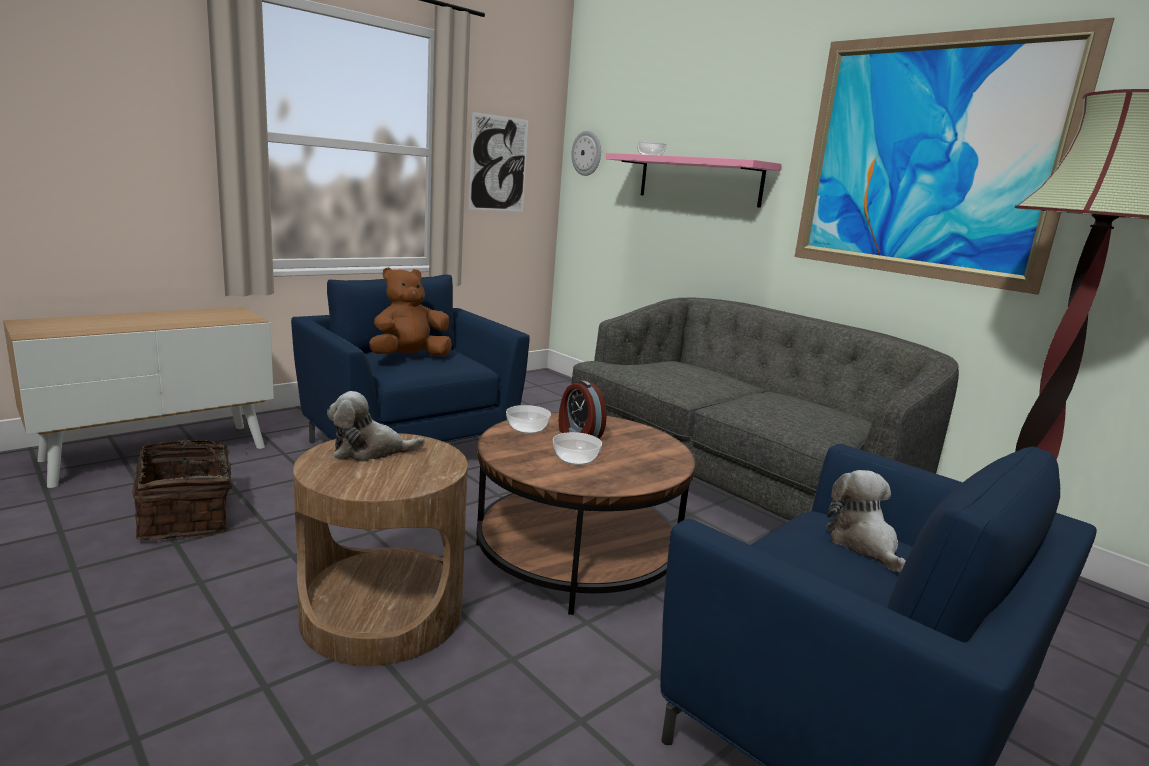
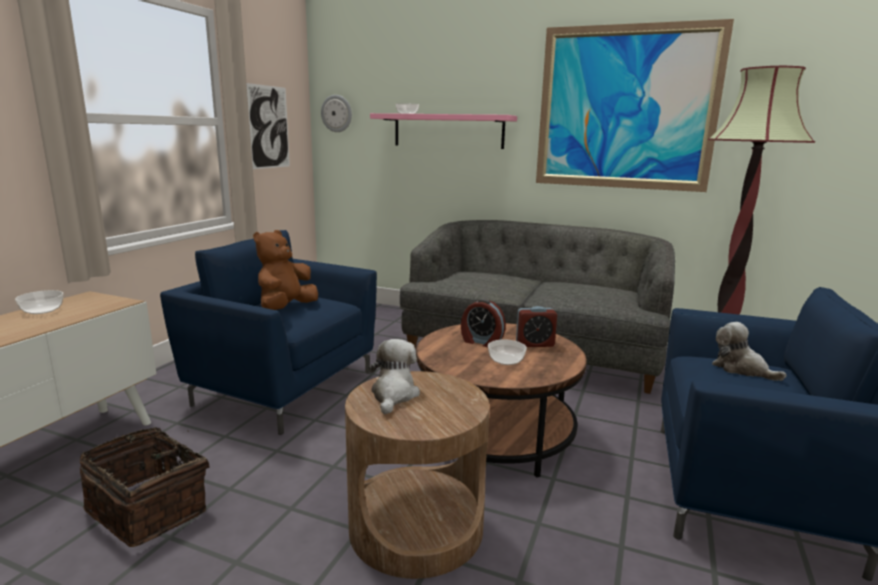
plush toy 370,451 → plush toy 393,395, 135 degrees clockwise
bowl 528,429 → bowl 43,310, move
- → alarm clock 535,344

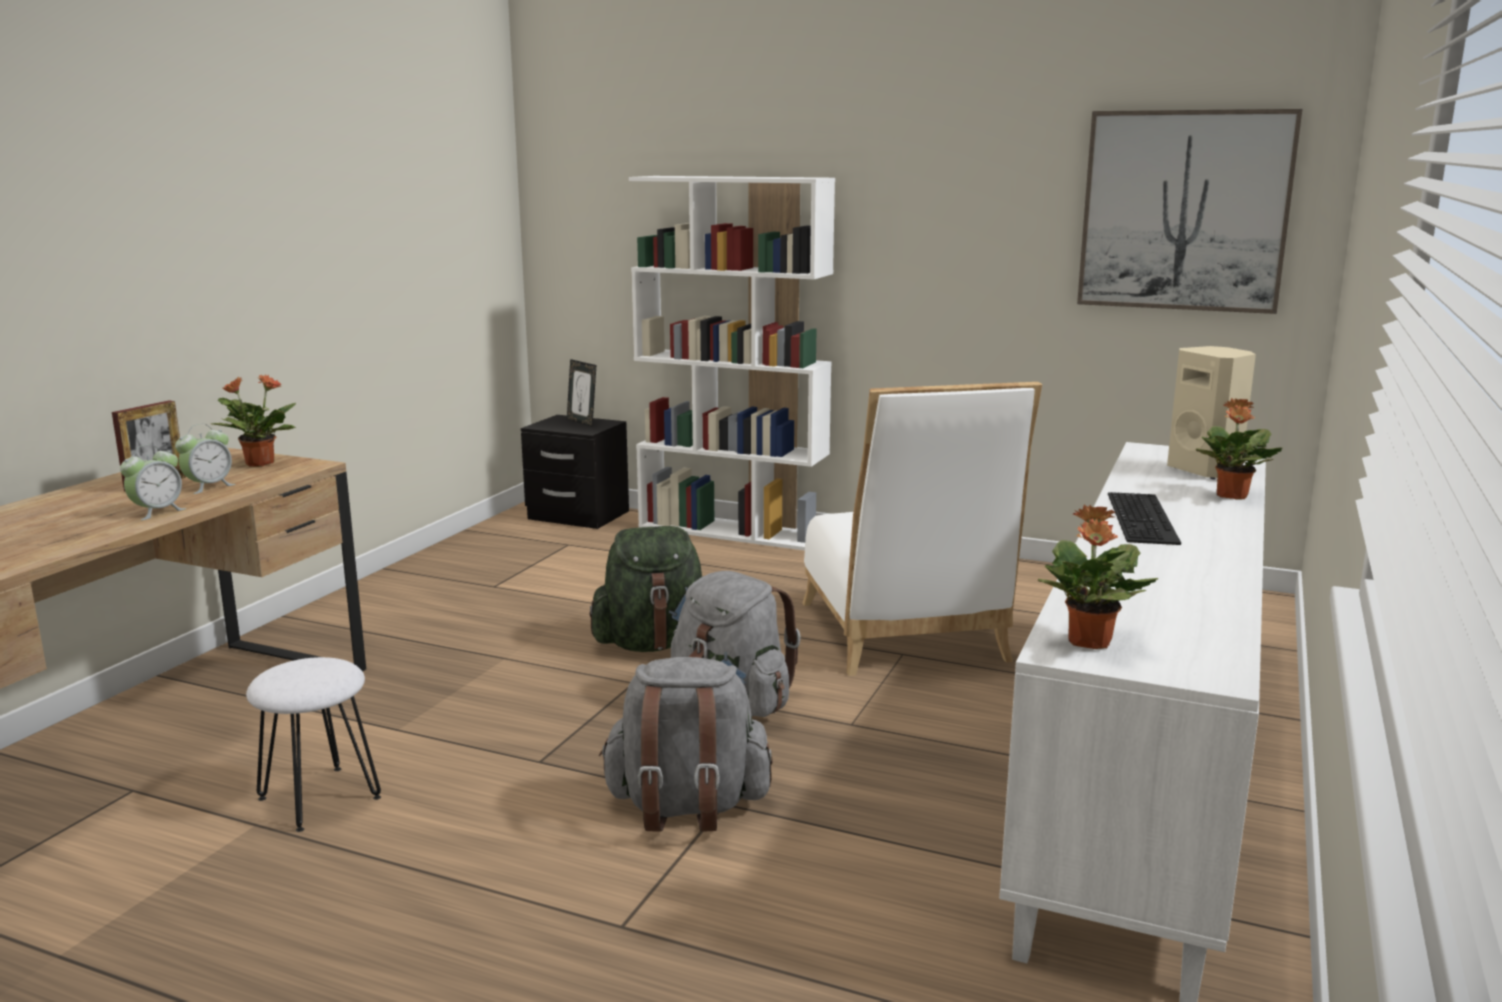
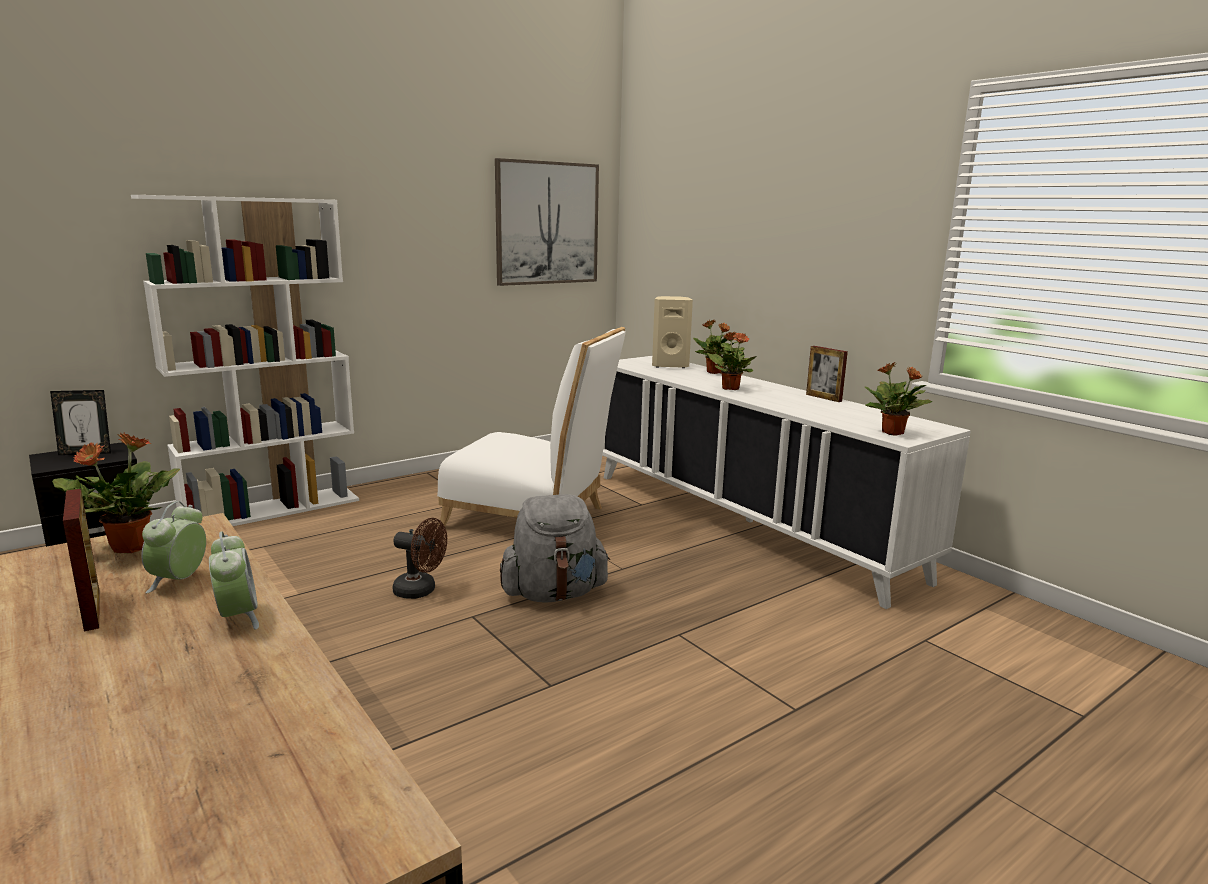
alarm clock 209,487 → alarm clock 179,581, 150 degrees counterclockwise
keyboard 1145,518 → potted plant 730,388
green backpack 655,644 → brown fan 421,591
white stool 320,798 → -
grey backpack 686,807 → -
- → picture frame 823,398

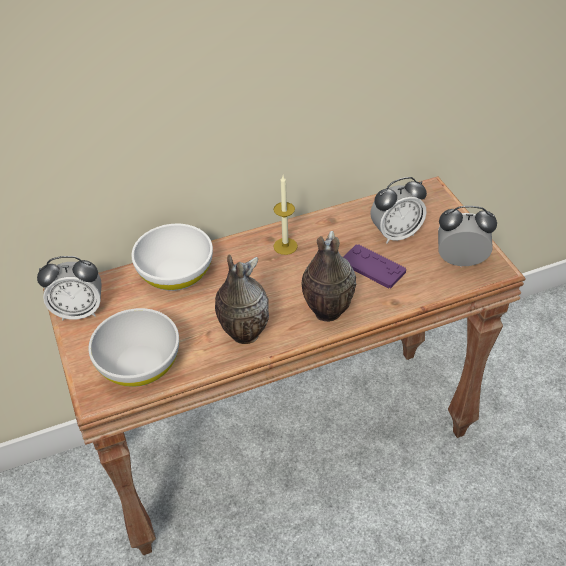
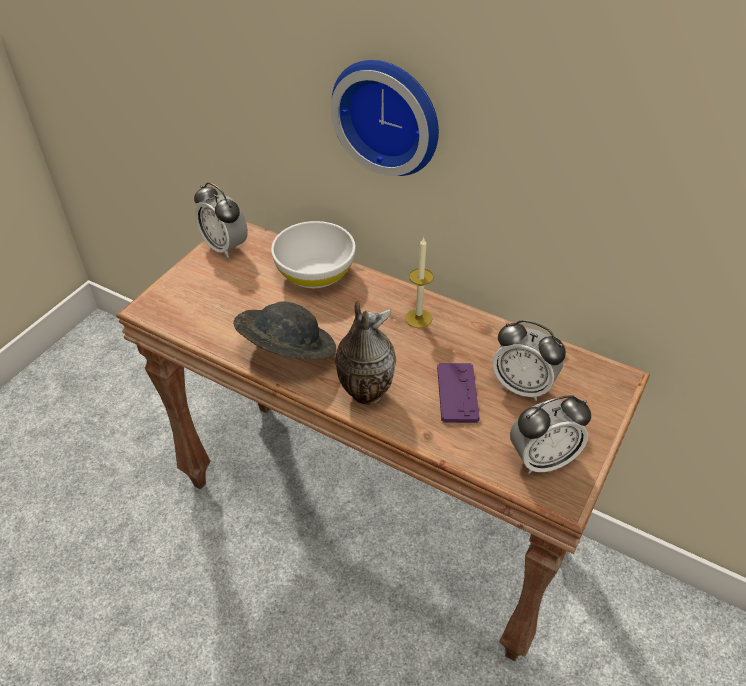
alarm clock 460,261 → alarm clock 542,459, 105 degrees clockwise
vase 242,334 → grey hat 286,351
white bowl 139,364 → -
- → wall clock 389,115

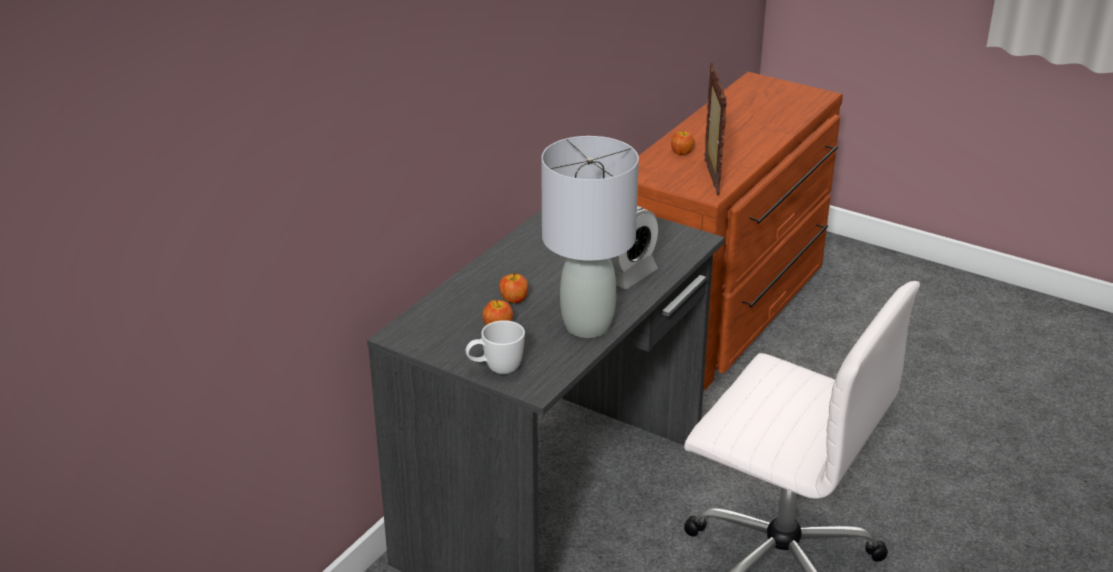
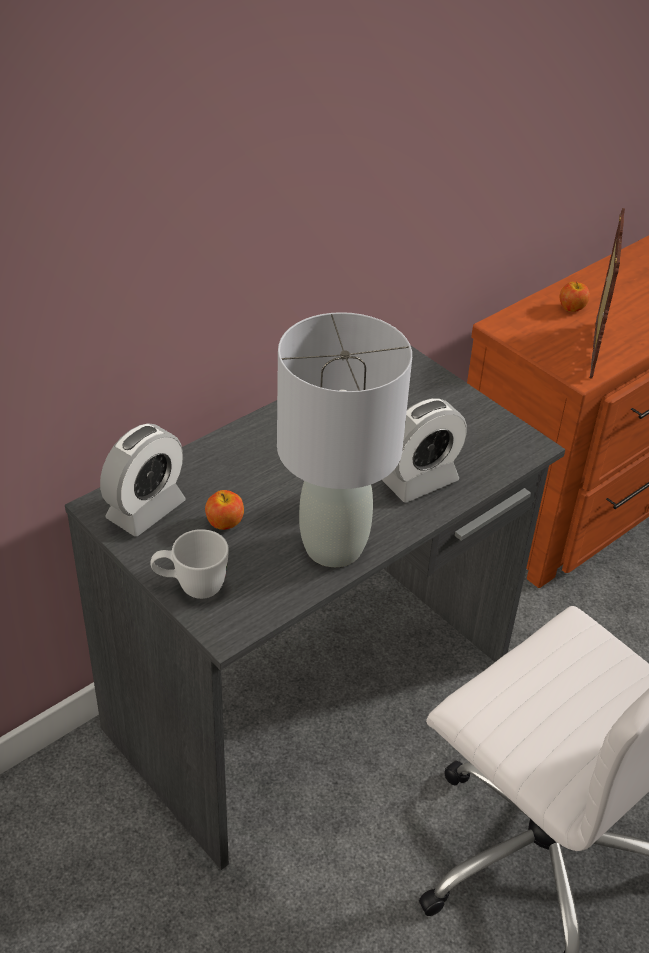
apple 514,299 → -
- → alarm clock 146,510

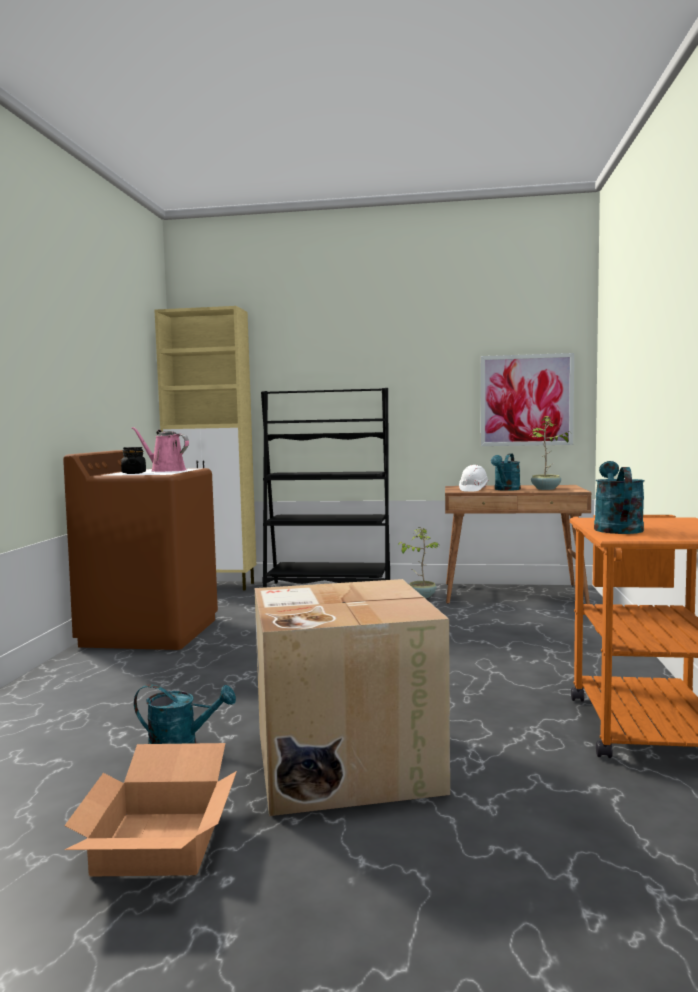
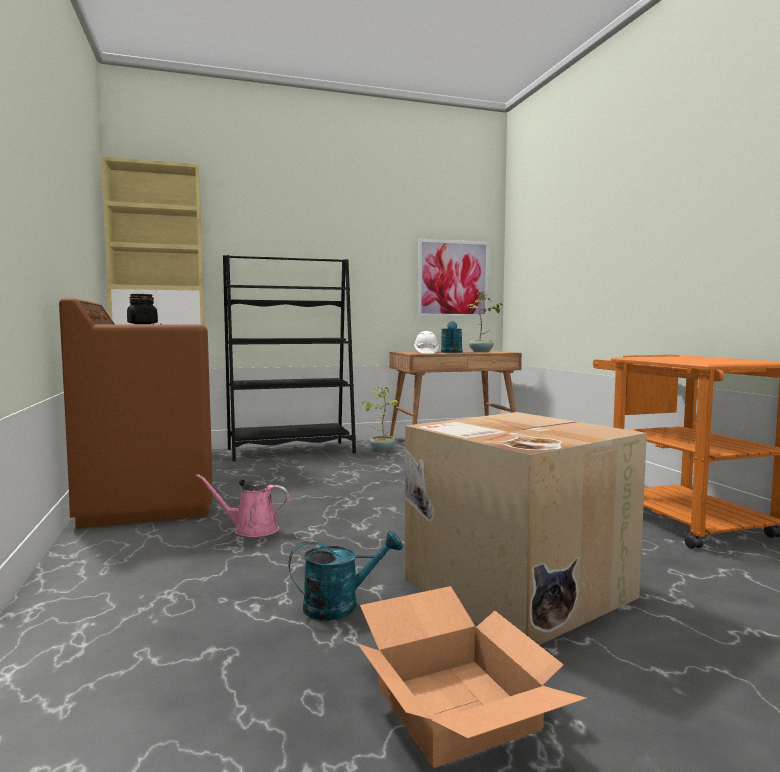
pink watering can 165,471 → pink watering can 251,530, move
turquoise watering can 616,528 → -

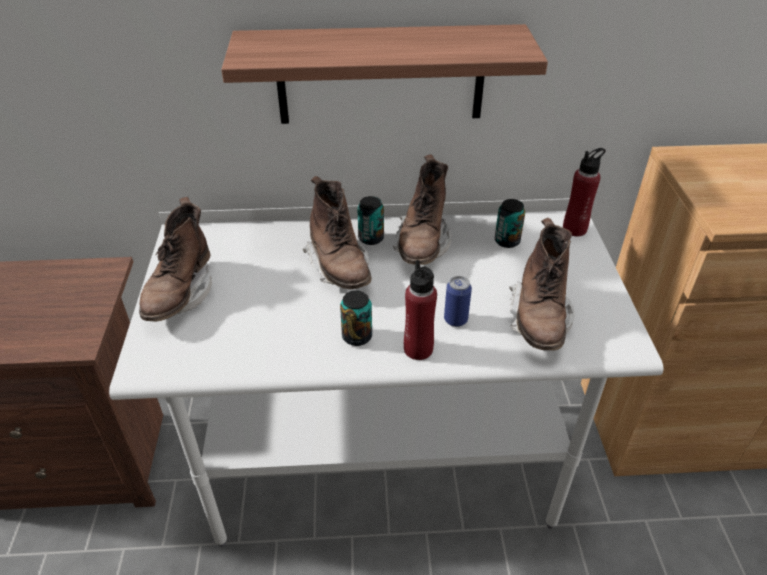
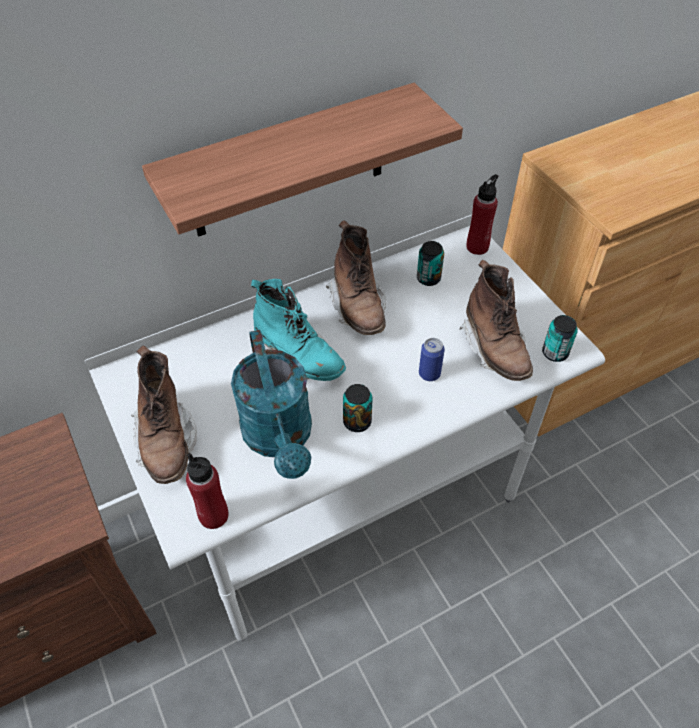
brown boot 339,267 → turquoise boot 298,357
can 371,238 → can 555,353, move
red bottle 418,349 → red bottle 214,515, move
- → turquoise watering can 280,438

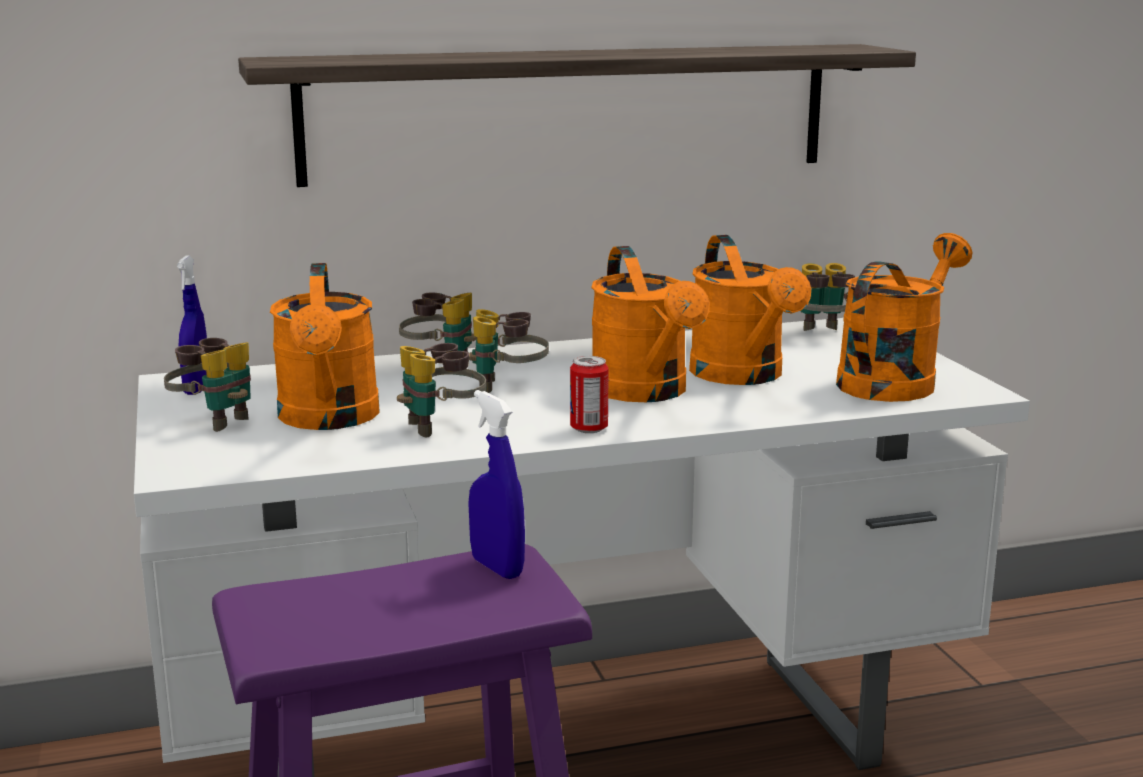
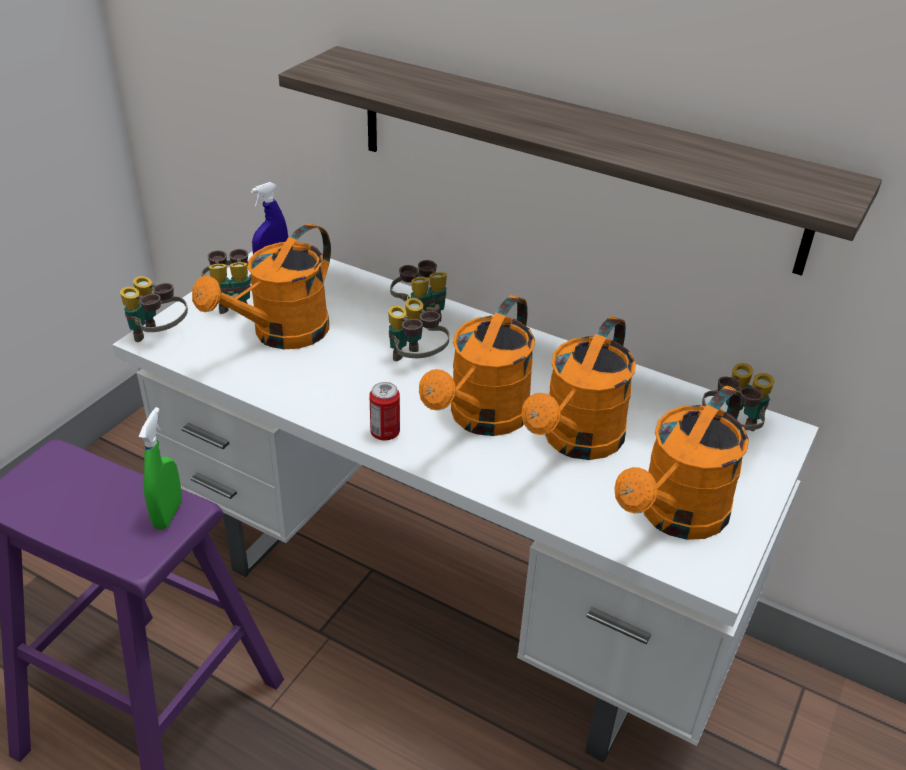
orange watering can 894,380 → orange watering can 675,517, 135 degrees clockwise
binoculars 441,427 → binoculars 158,337, move
blue spray bottle 497,568 → green spray bottle 168,514

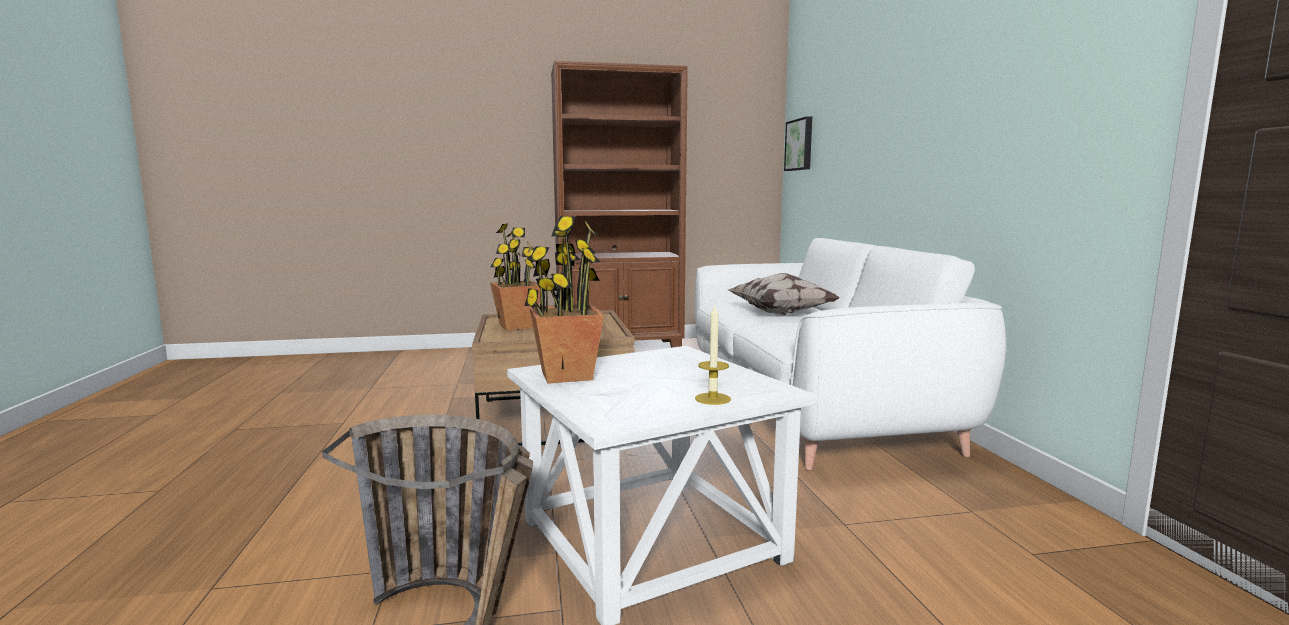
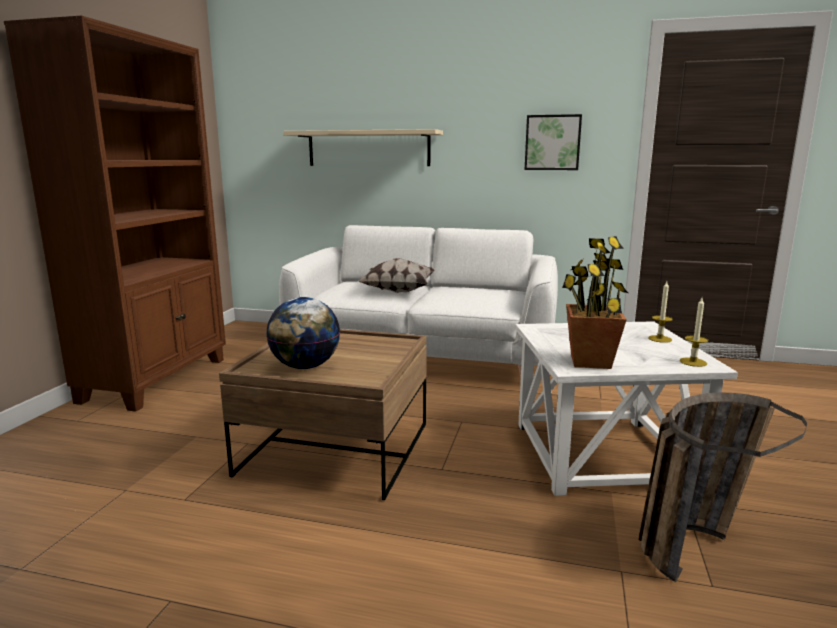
picture 800,145 → picture 552,142, move
potted plant 517,326 → globe 305,366
- → beige shelf 368,148
- → candle 693,362

